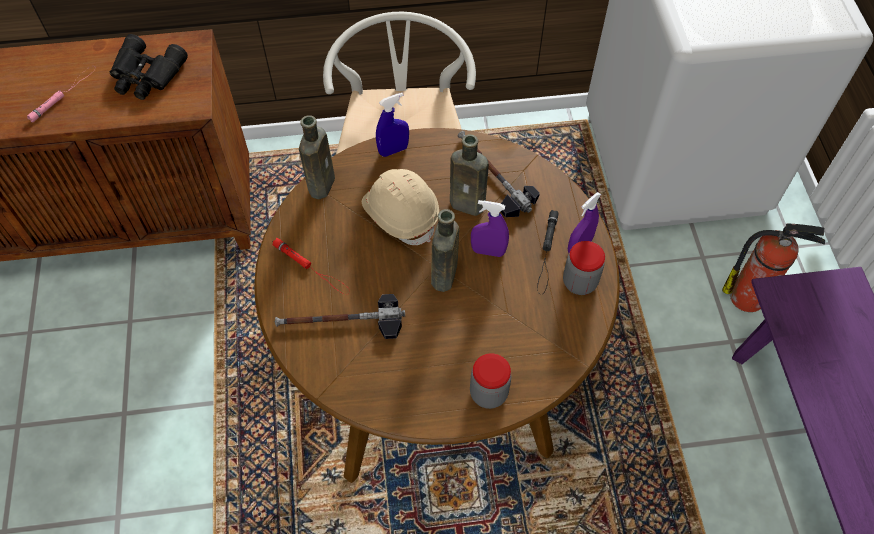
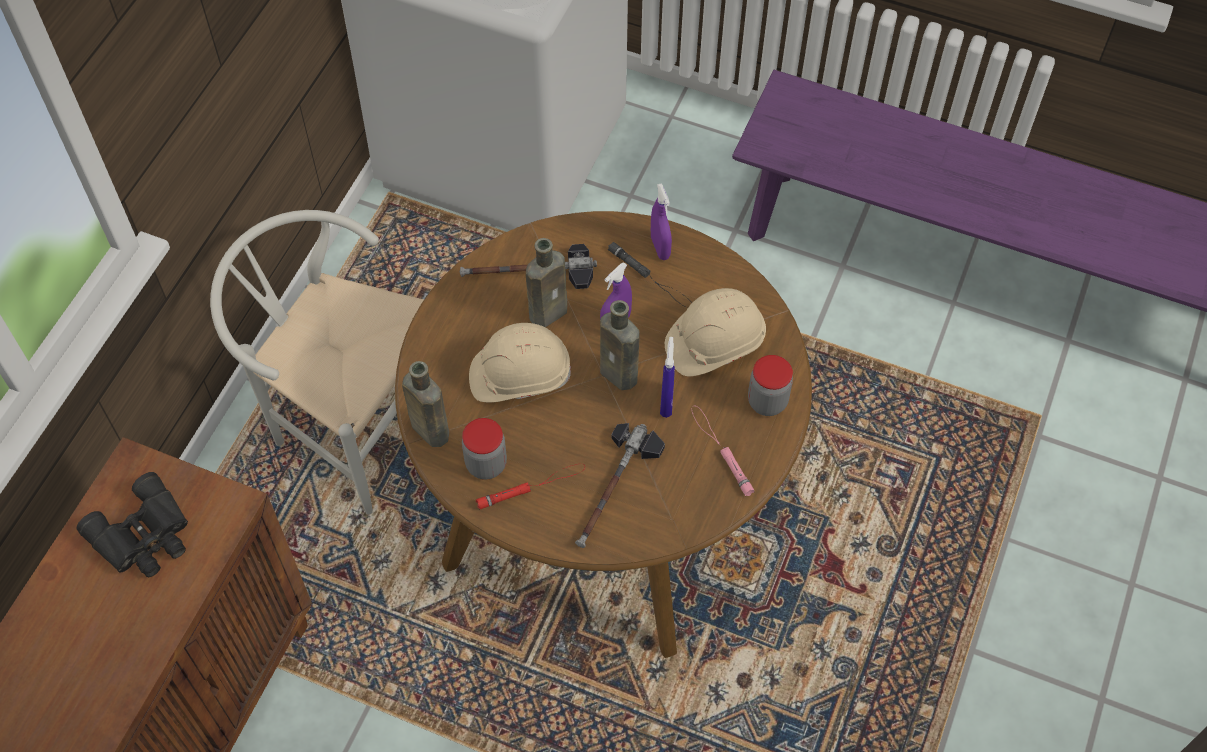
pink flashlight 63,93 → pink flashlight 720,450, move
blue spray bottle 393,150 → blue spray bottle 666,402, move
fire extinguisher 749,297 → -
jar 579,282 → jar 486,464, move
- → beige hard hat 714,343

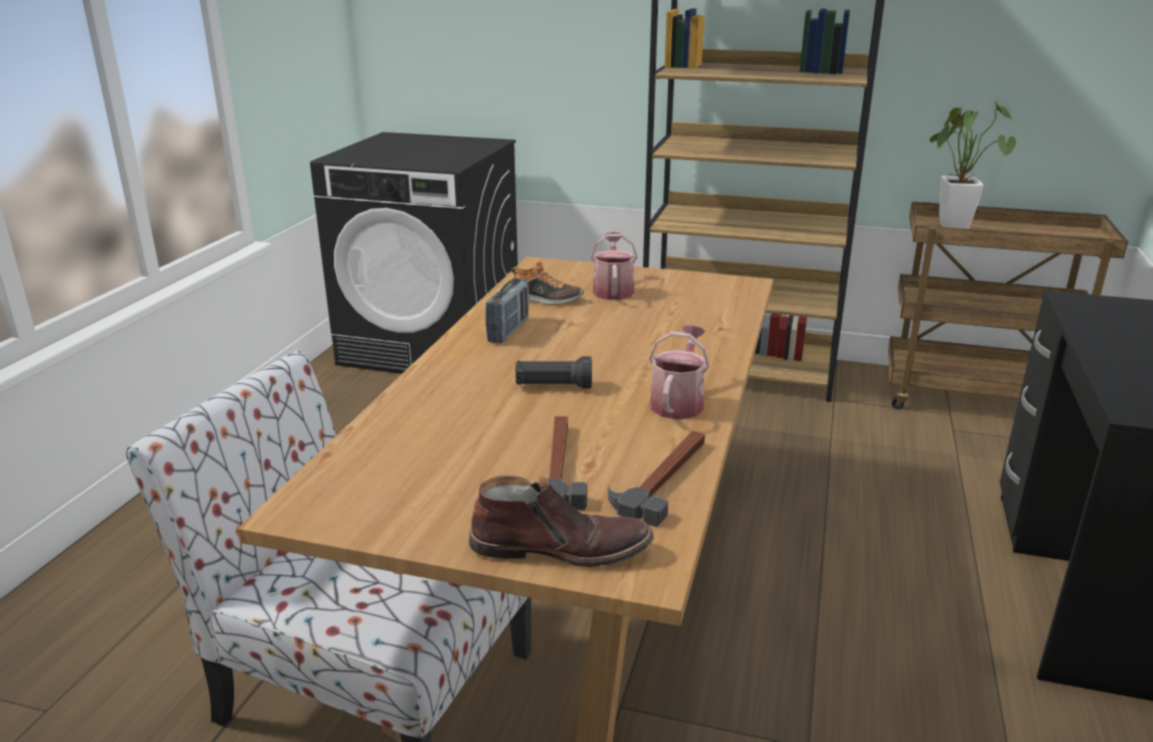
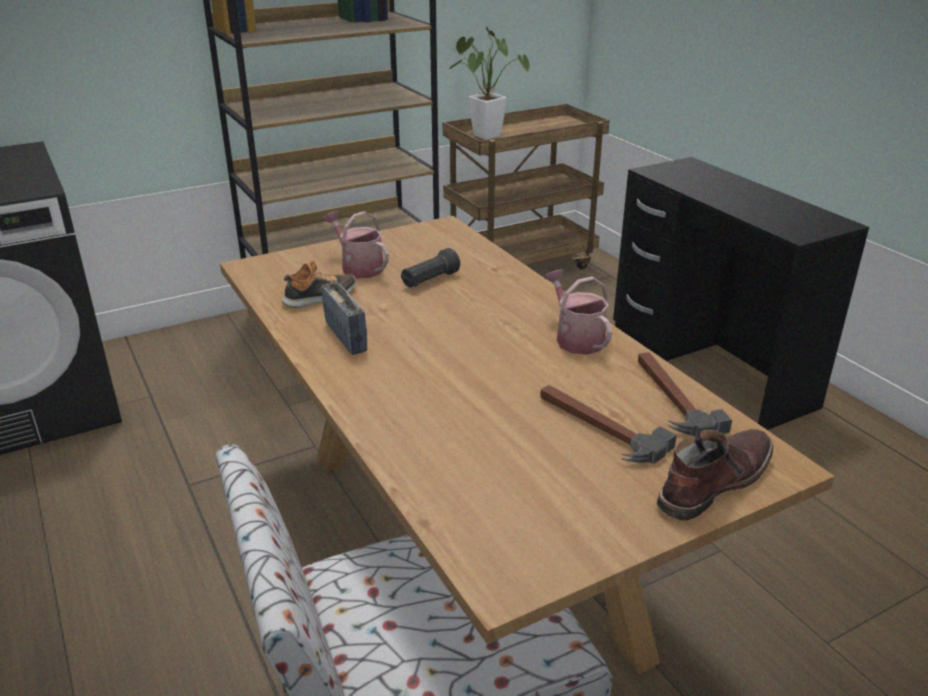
black flashlight 553,386 → black flashlight 429,280, move

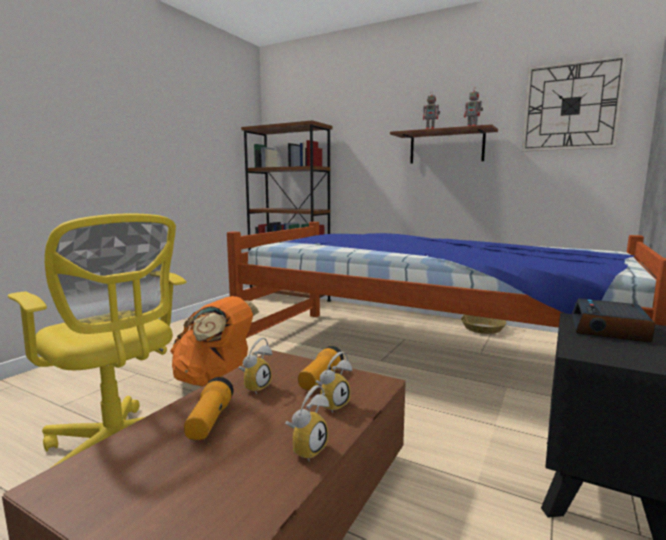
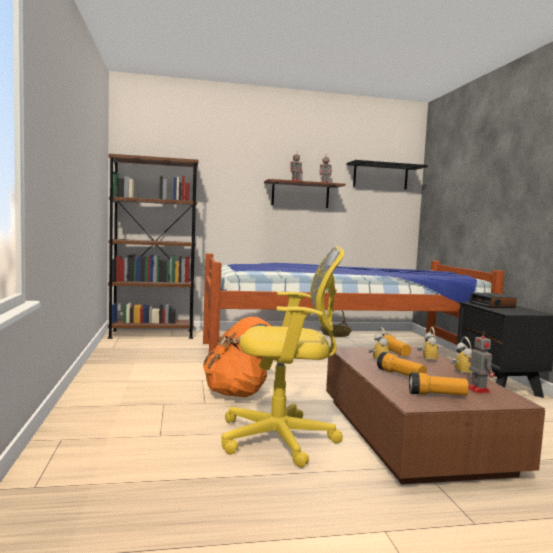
wall clock 570,106 → black shelf 380,176
- → toy robot 477,390
- → flashlight 437,395

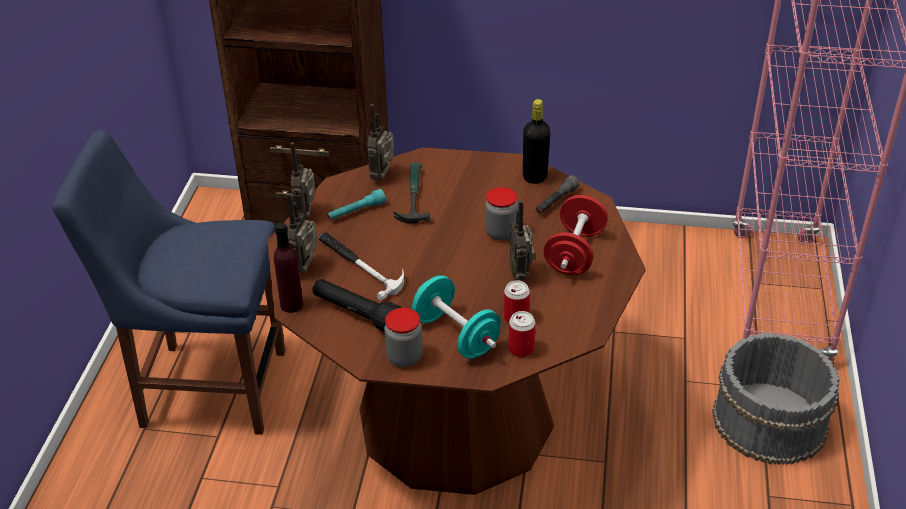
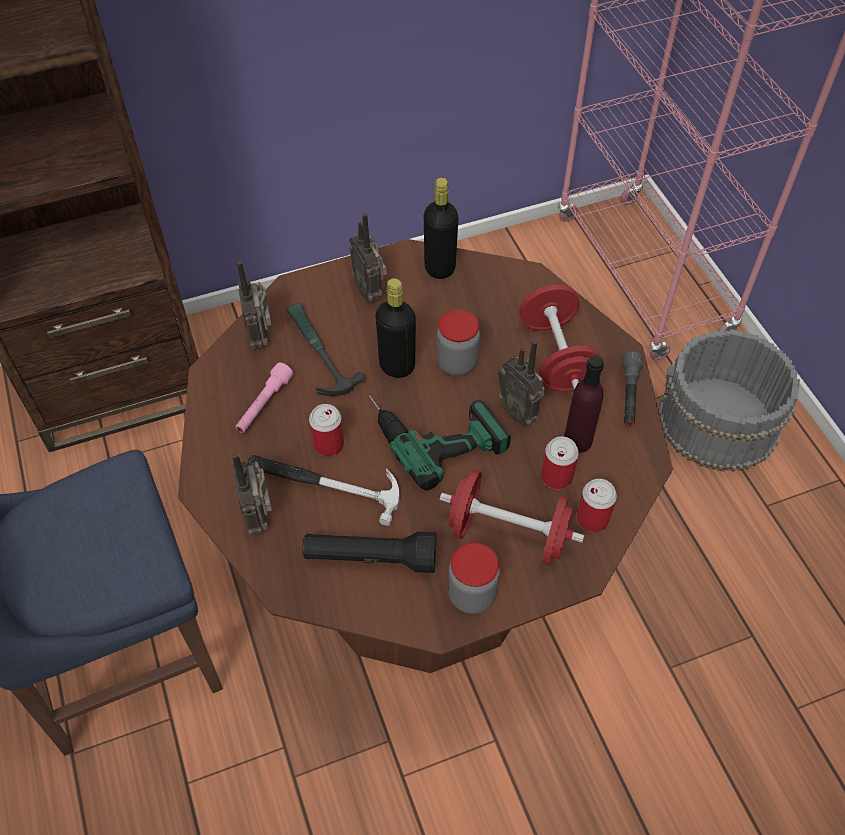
radio 307,215 → radio 370,291, move
grey flashlight 556,202 → grey flashlight 629,395, move
turquoise flashlight 356,212 → pink flashlight 264,405
purple bottle 291,305 → purple bottle 577,440, move
turquoise dumbbell 456,335 → red dumbbell 508,534
- → black bottle 397,366
- → power drill 433,429
- → can 328,444

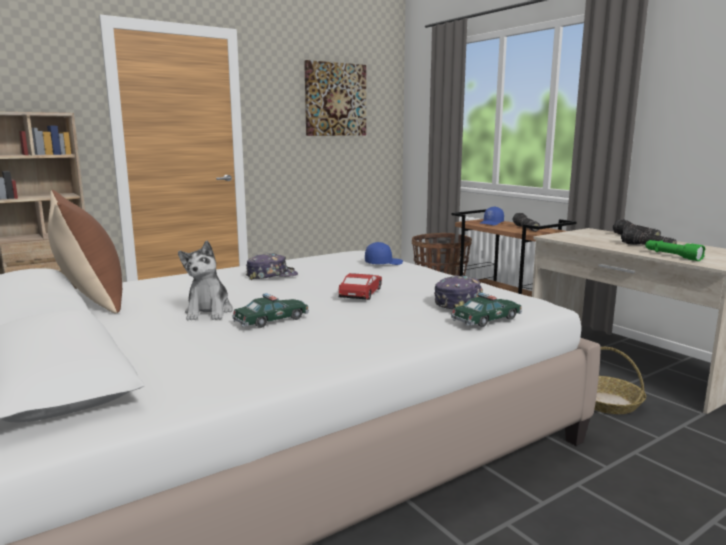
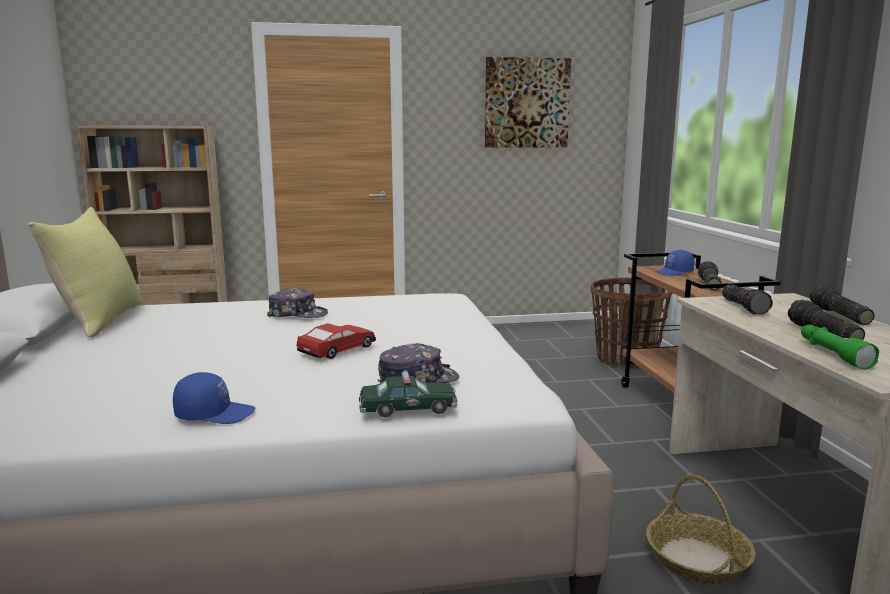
brown pillow 90,300 → yellow pillow 100,320
plush toy 209,312 → -
blue cap 383,263 → blue cap 215,414, move
toy car 271,320 → -
- → flashlight 745,307

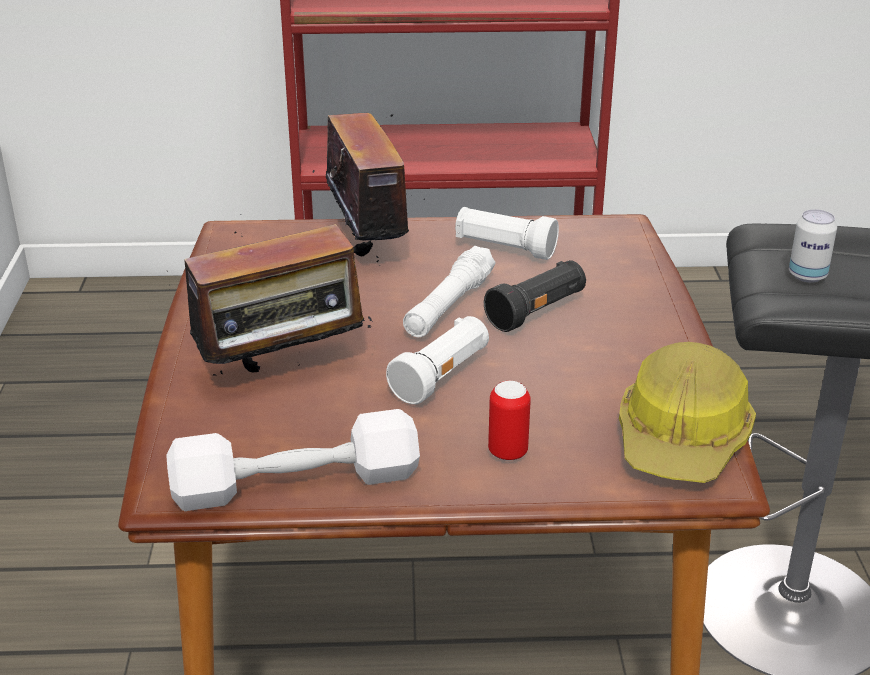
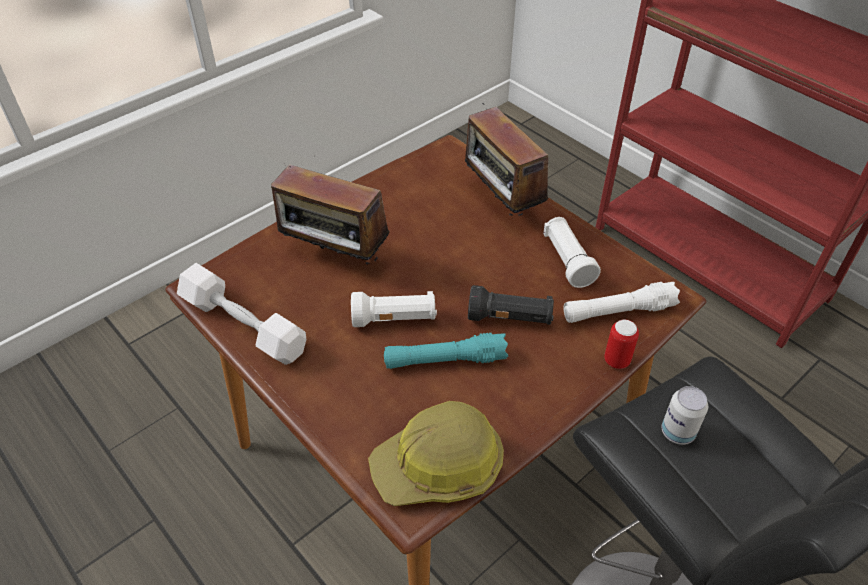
radio 368,243 → radio 501,204, 120 degrees clockwise
white flashlight 449,306 → white flashlight 618,312, move
can 507,452 → can 616,360, move
- → turquoise flashlight 445,360

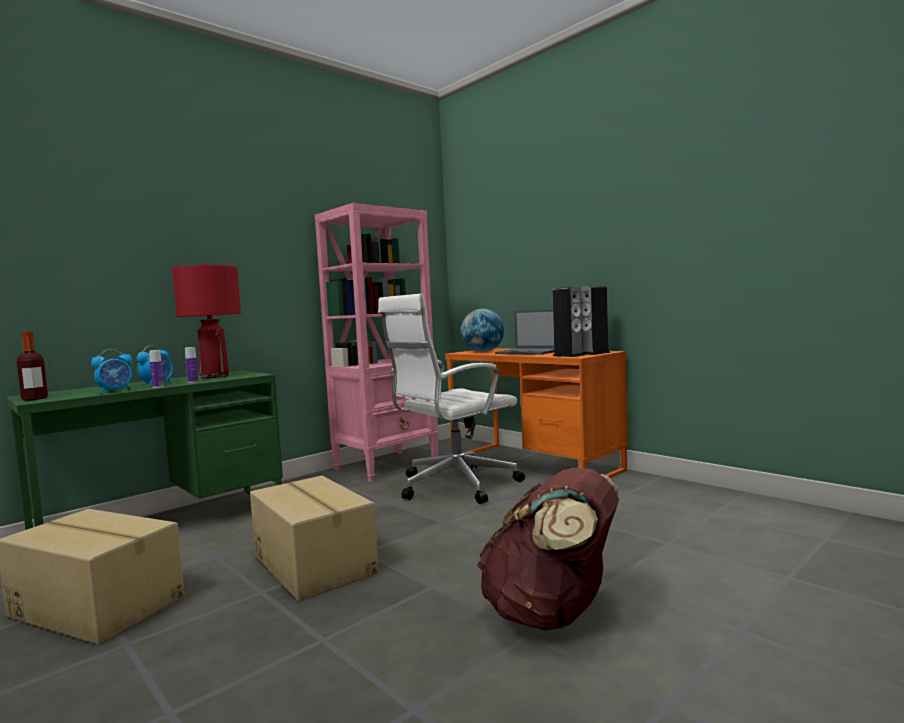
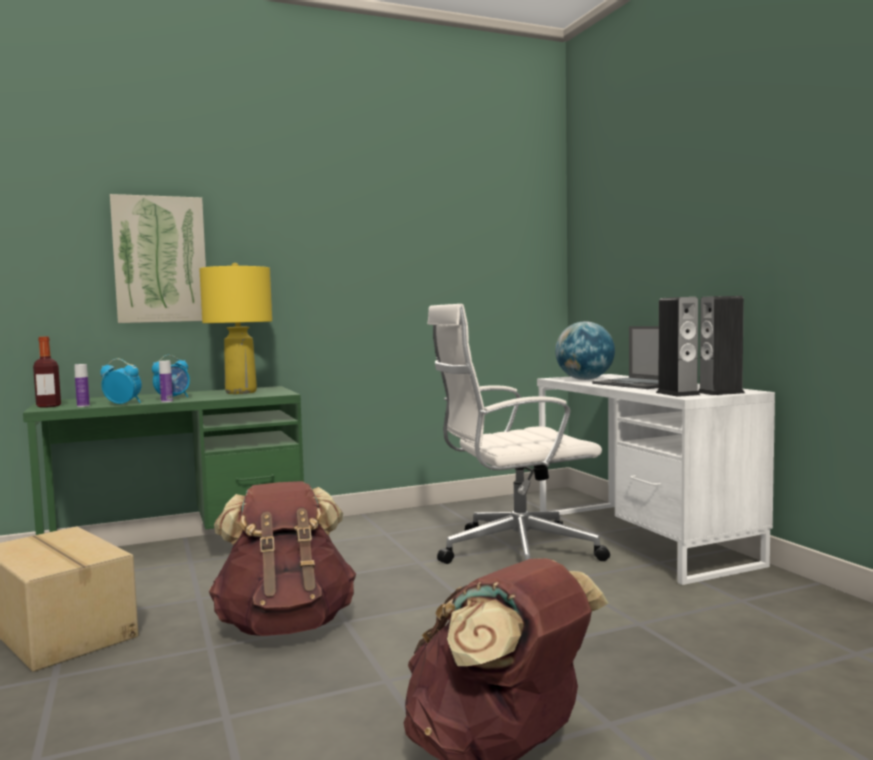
pink bookcase 387,465 → -
red table lamp 214,376 → yellow table lamp 240,392
bottle 193,382 → bottle 83,406, move
orange desk 533,464 → white desk 640,538
alarm clock 115,391 → alarm clock 123,404, 150 degrees counterclockwise
cardboard box 315,563 → brown backpack 286,625
- → picture 160,260

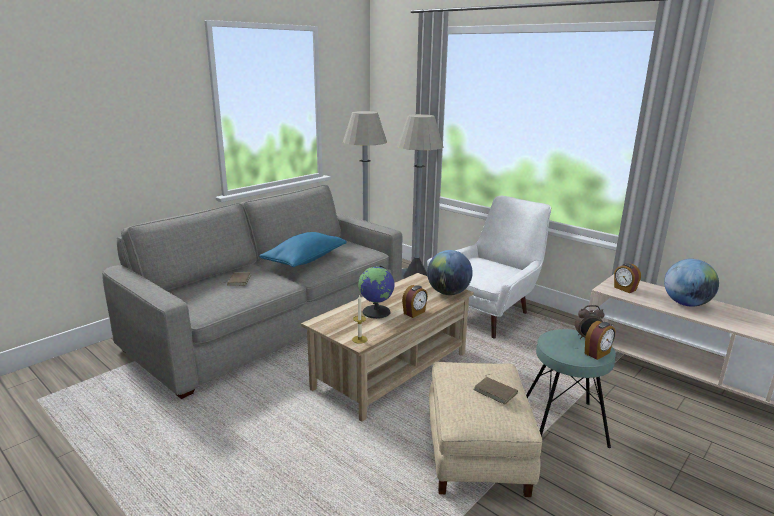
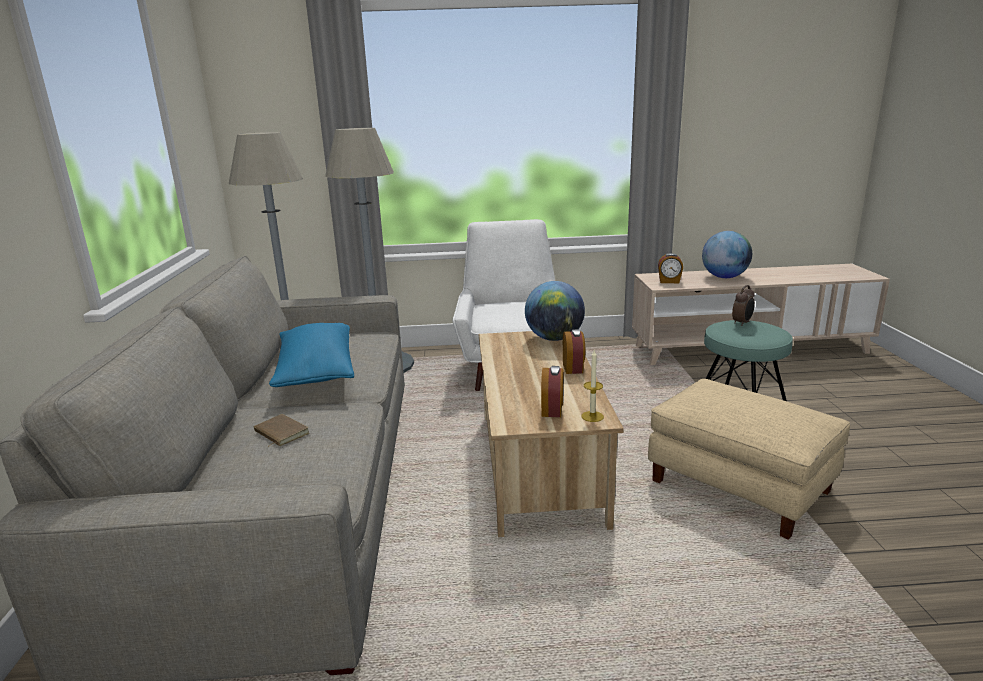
globe 377,312 → -
alarm clock 597,353 → alarm clock 552,410, move
brown book 496,391 → -

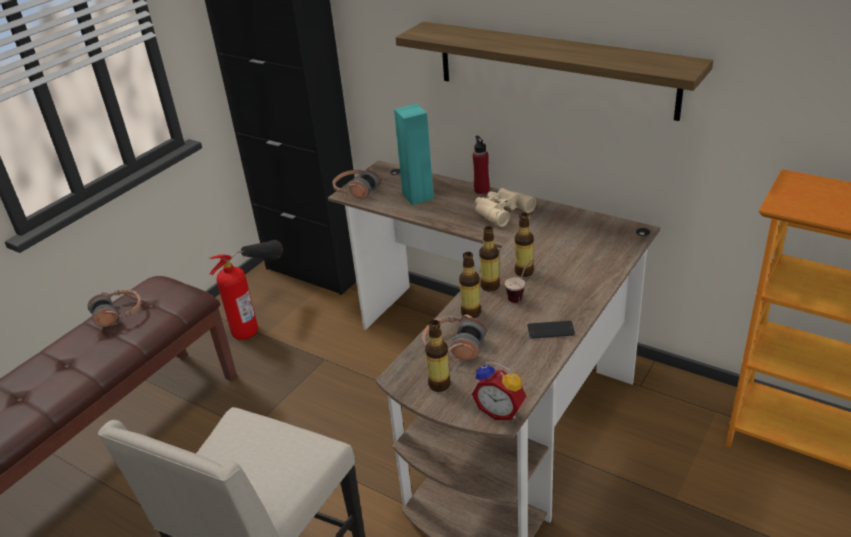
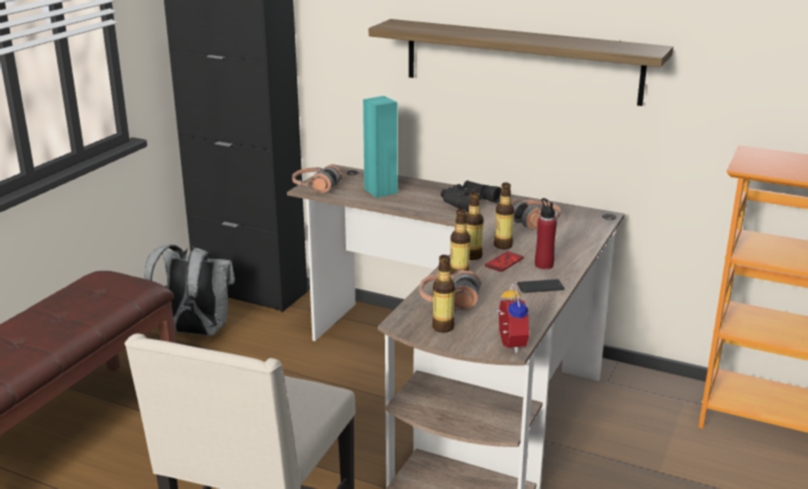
red bottle 481,190 → red bottle 544,265, move
beige binoculars 500,211 → black binoculars 466,201
fire extinguisher 259,316 → grey backpack 195,332
cup 520,295 → phone 504,262
headphones 118,314 → headphones 533,221, move
alarm clock 501,410 → alarm clock 508,344, 120 degrees counterclockwise

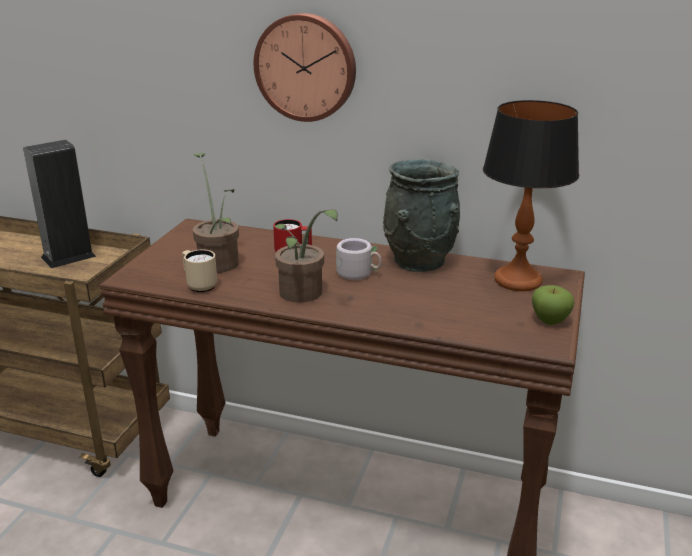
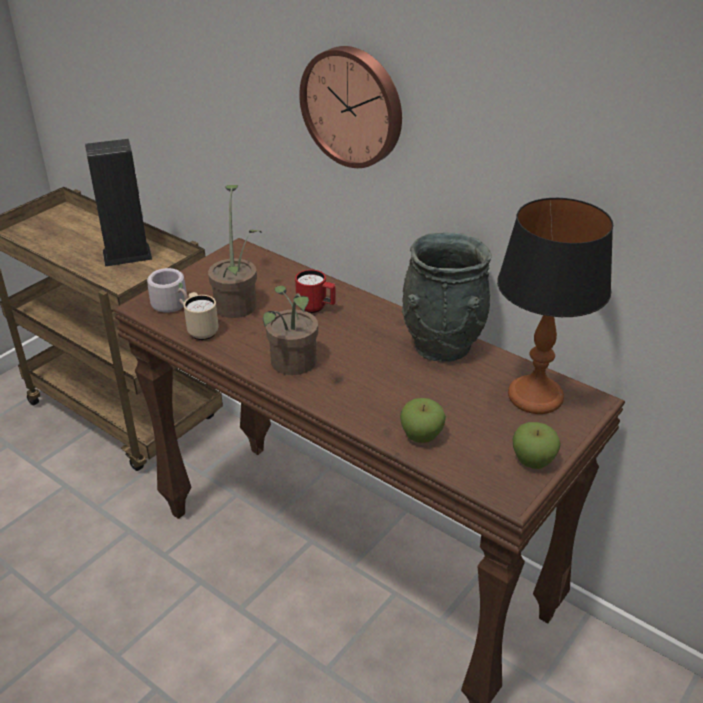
grey mug 359,273 → grey mug 174,305, move
- → apple 421,436

